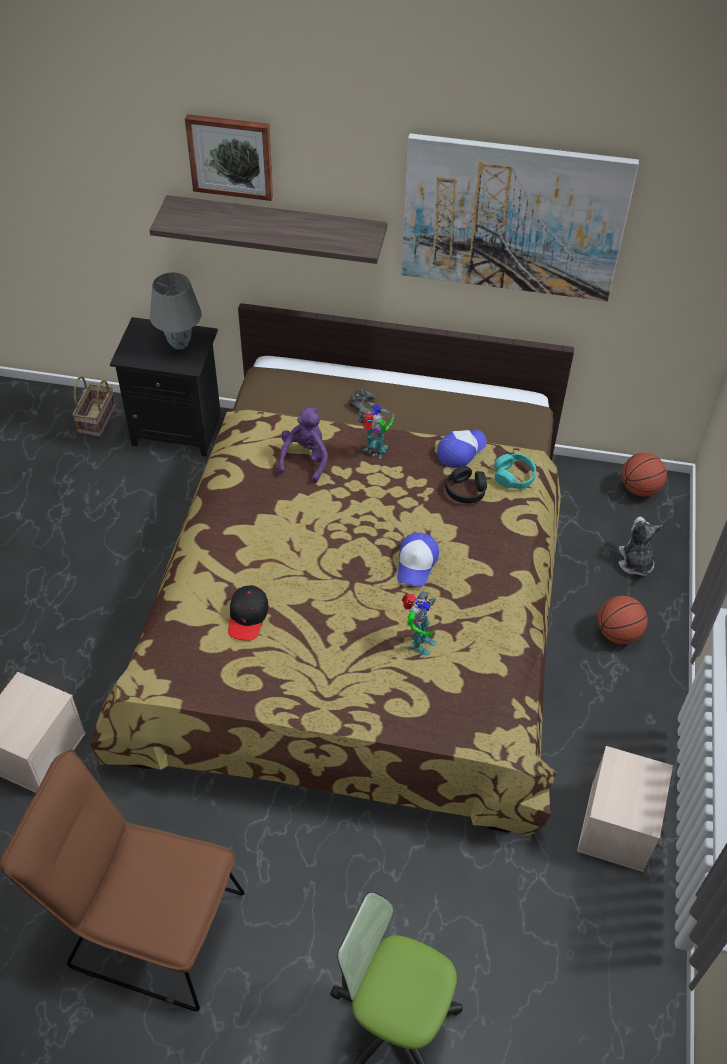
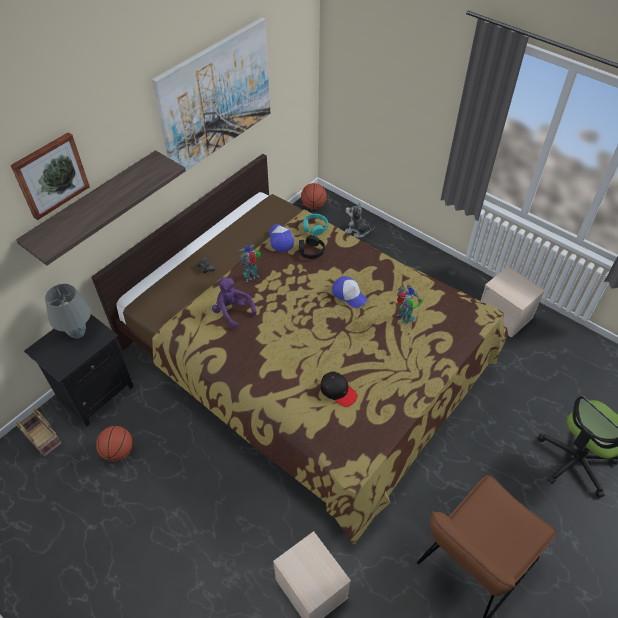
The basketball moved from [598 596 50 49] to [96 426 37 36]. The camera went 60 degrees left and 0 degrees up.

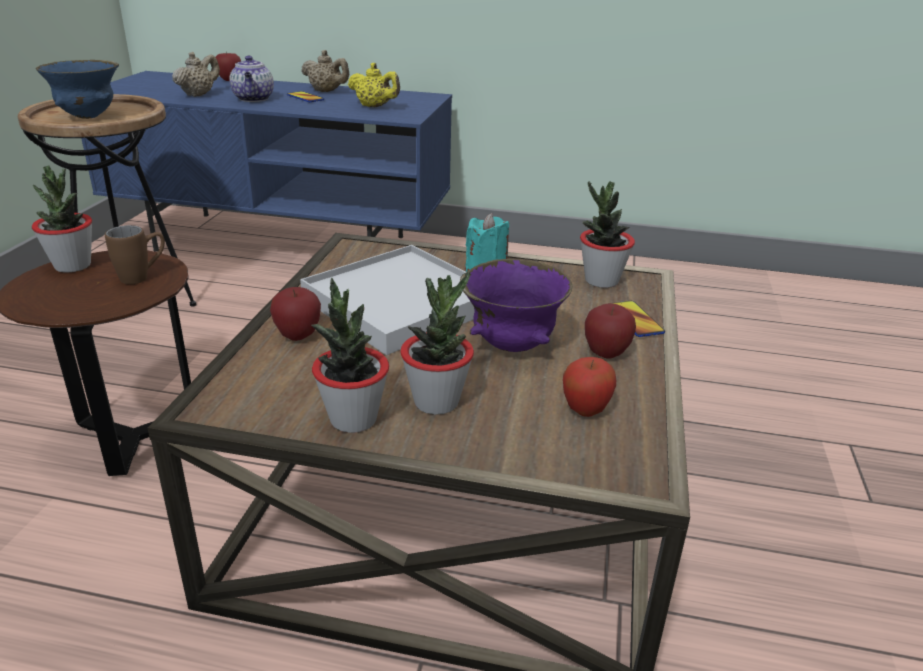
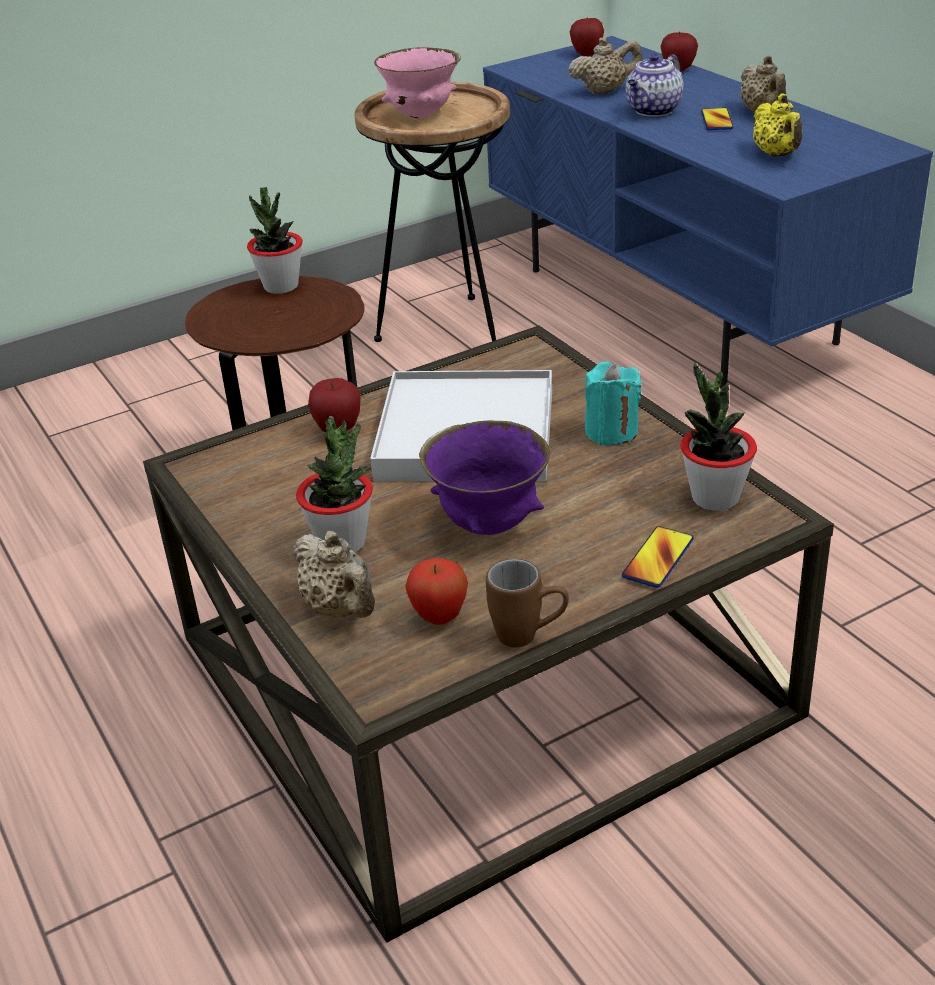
The potted plant at [311 278 78 155] disappeared. The teapot (beige) at [293 531 82 87] appeared. The mug (brown) moved from [105 225 60 59] to [486 559 83 88]. The apple moved from [585 303 51 56] to [570 17 34 39]. The bowl (blue) at [36 60 83 59] became the bowl (pink) at [374 47 87 72]. The camera went 50 degrees right and 5 degrees up.

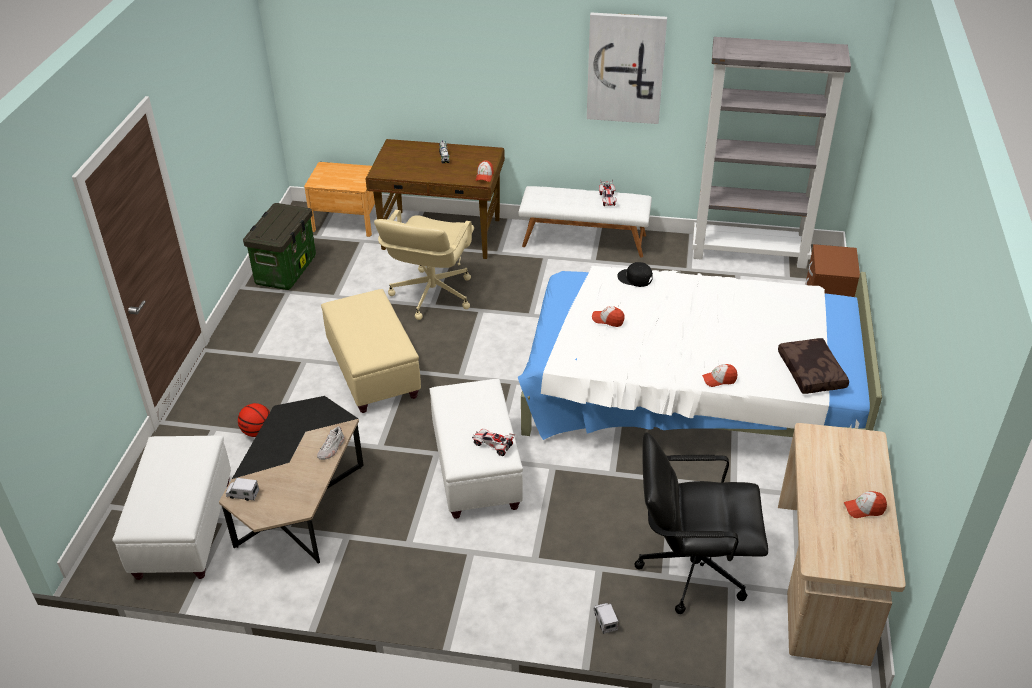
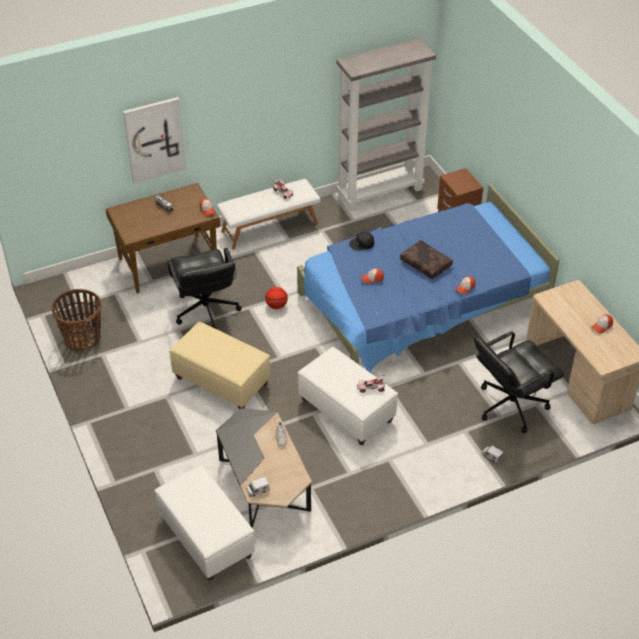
The nightstand (brown) at [304 162 71 75] disappeared. The basketball moved from [238 403 32 34] to [265 287 23 22]. The picture moved from [587 12 80 112] to [123 97 63 87]. The pillow (brown) moved from [778 338 71 56] to [400 240 53 39]. The storage box at [243 203 73 87] was replaced by the basket at [51 289 50 62]. The office chair (beige) at [374 210 100 110] became the office chair (black) at [167 248 75 82]. The bed (white) at [518 266 364 174] became the bed (blue) at [297 184 263 189]. The camera went 35 degrees left and 5 degrees up.

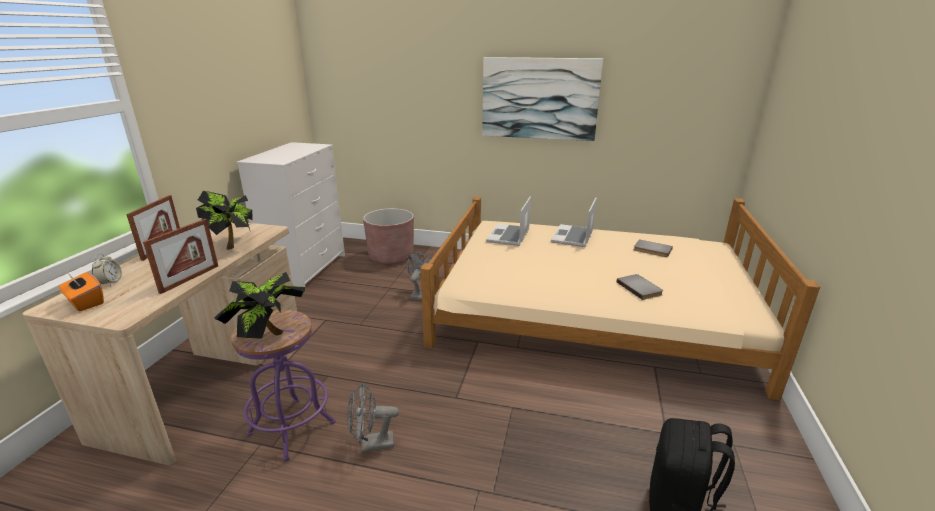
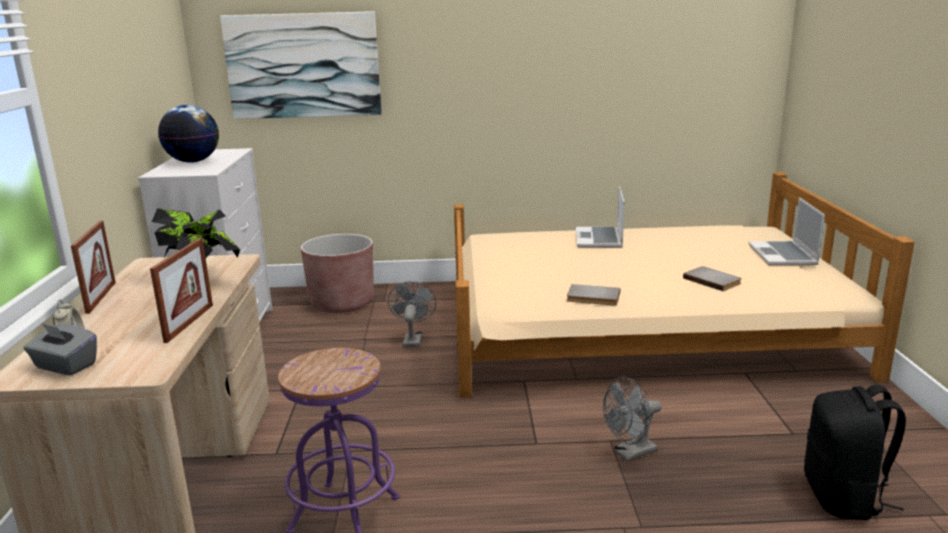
The potted plant at [214 272 92 67] disappeared. The globe at [158 105 61 58] appeared. The fan (grey) moved from [347 383 52 69] to [603 377 59 84]. The picture moved from [482 57 121 84] to [220 11 162 108]. The laptop moved from [486 196 45 50] to [748 198 77 68]. The book (grey) moved from [634 239 39 18] to [567 284 54 22]. The tissue box (orange) at [59 272 45 39] became the tissue box (grey) at [24 323 73 52]. The camera went 15 degrees left and 5 degrees down.

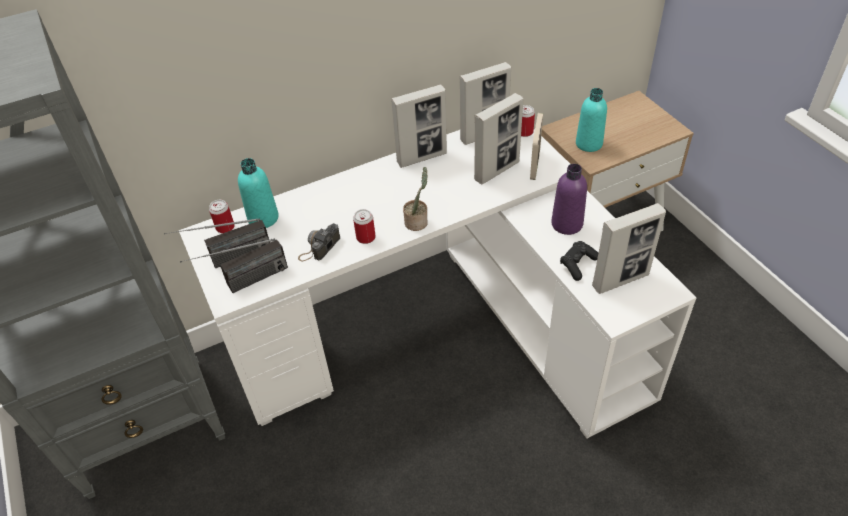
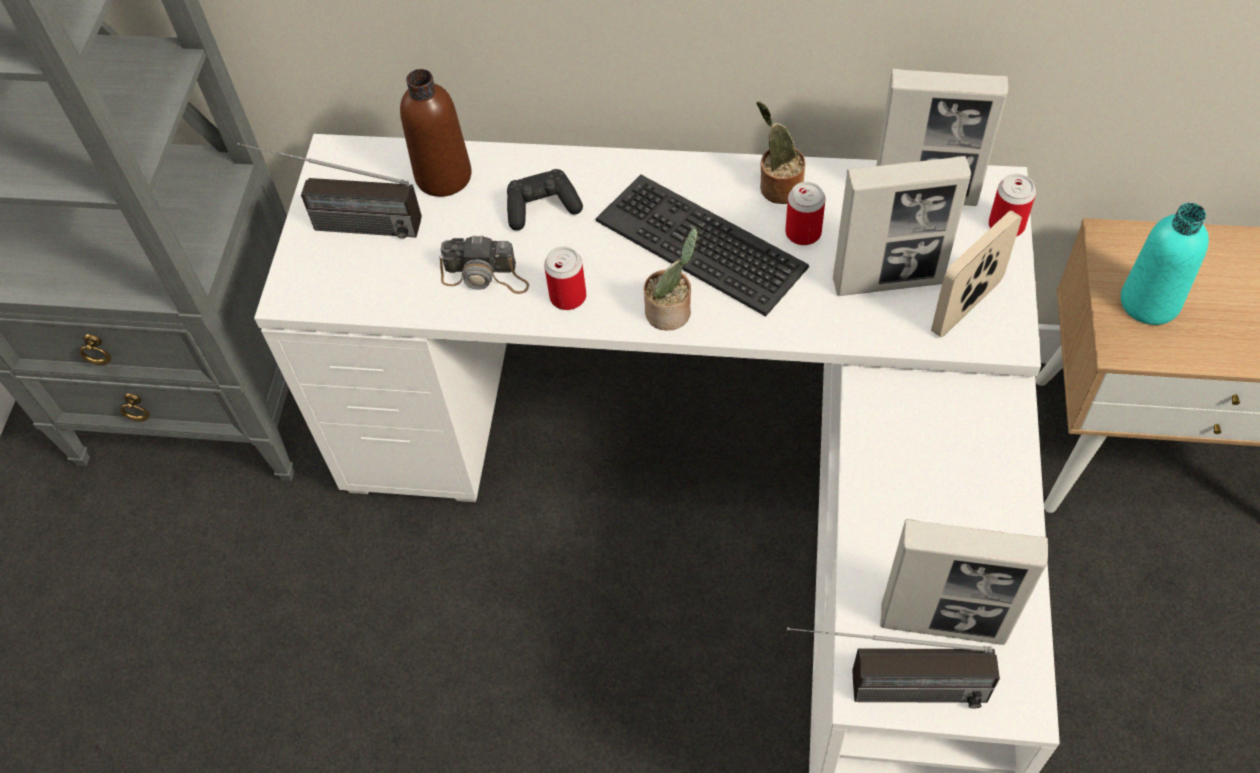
The bottle (purple) at [551 164 36 71] disappeared. The keyboard at [596 174 213 142] appeared. The radio moved from [180 239 108 54] to [787 627 213 81]. The can moved from [209 200 26 33] to [785 182 40 63]. The game controller (black) moved from [560 241 38 40] to [507 169 76 62]. The picture frame at [391 84 56 84] was replaced by the potted plant at [756 101 50 103]. The bottle (turquoise) at [238 158 41 70] became the bottle (brown) at [400 69 72 128]. The photo camera at [298 223 42 38] turned 150 degrees counterclockwise. The camera went 35 degrees right and 10 degrees up.

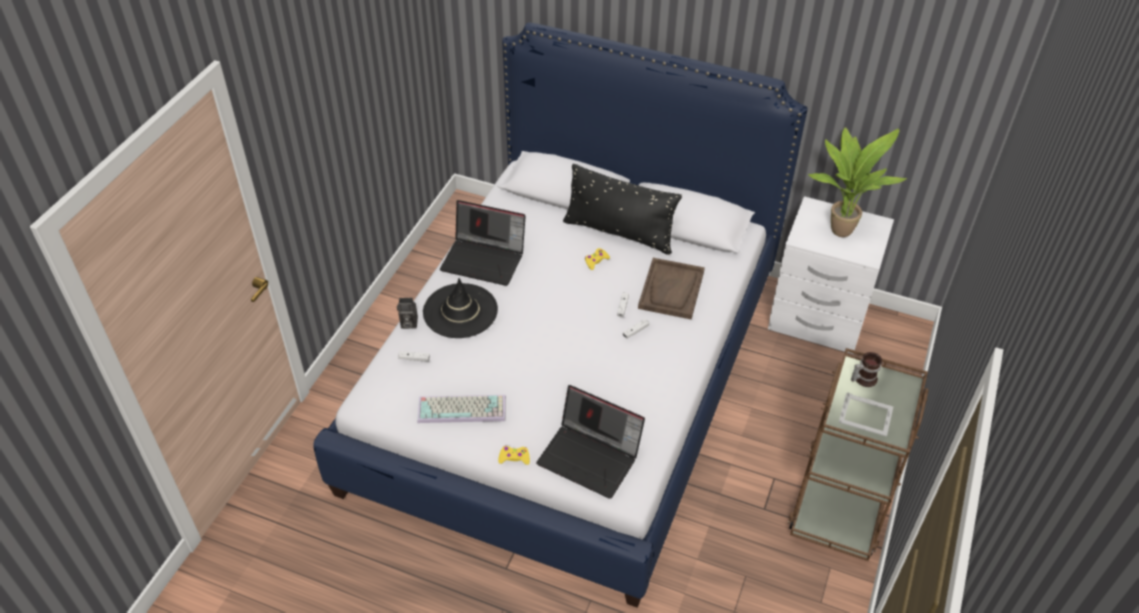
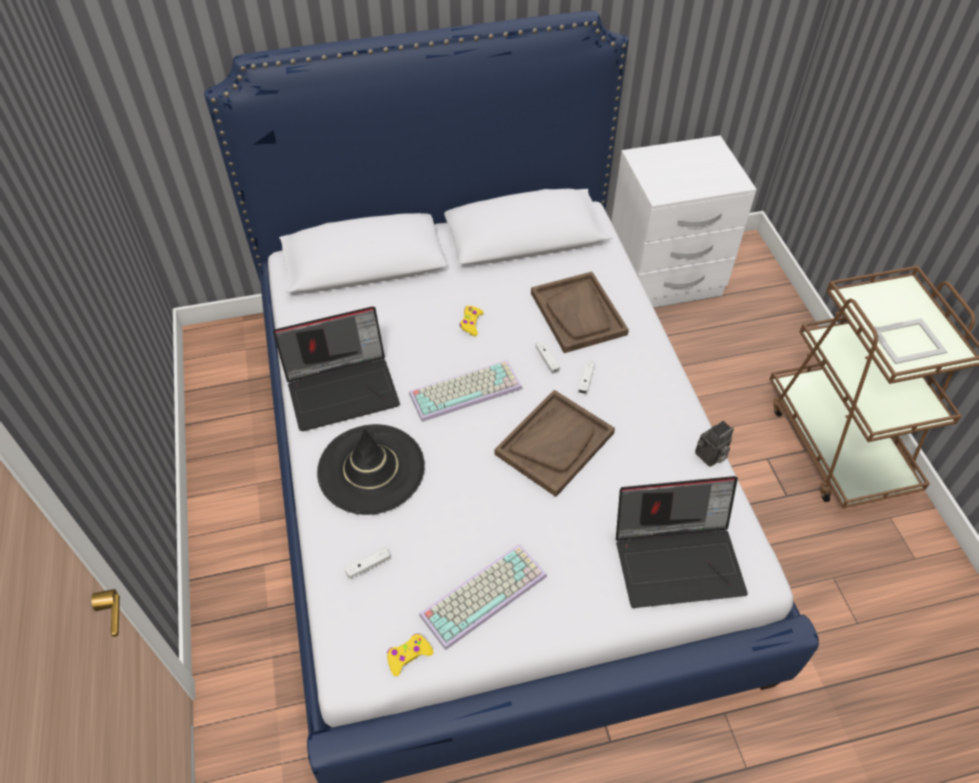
The pillow (black) at [563 164 119 91] disappeared. The potted plant at [808 127 99 110] disappeared. The mug at [851 352 31 35] disappeared. The keyboard at [409 360 113 62] appeared. The tray (brown) at [494 390 121 107] appeared. The photo camera moved from [397 298 21 31] to [695 421 39 46]. The game controller (yellow) moved from [498 446 32 19] to [387 633 47 43]. The camera went 35 degrees left and 5 degrees up.

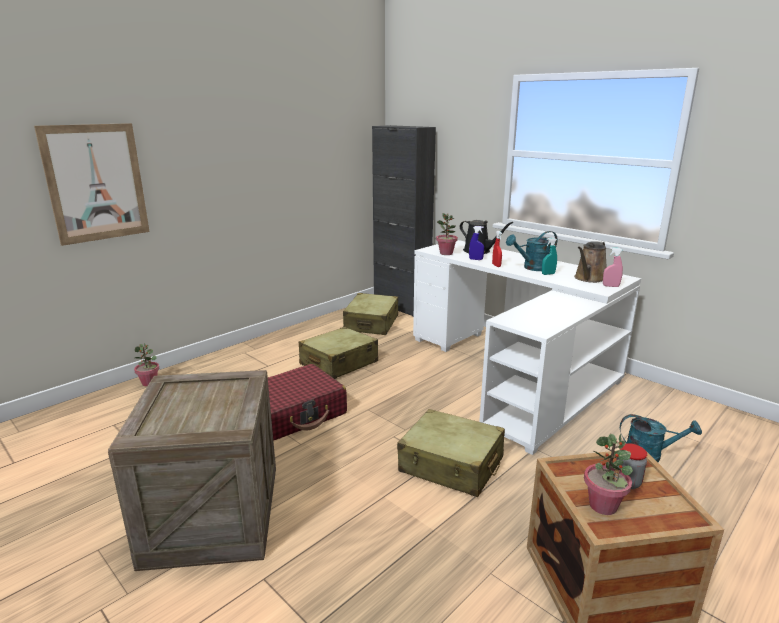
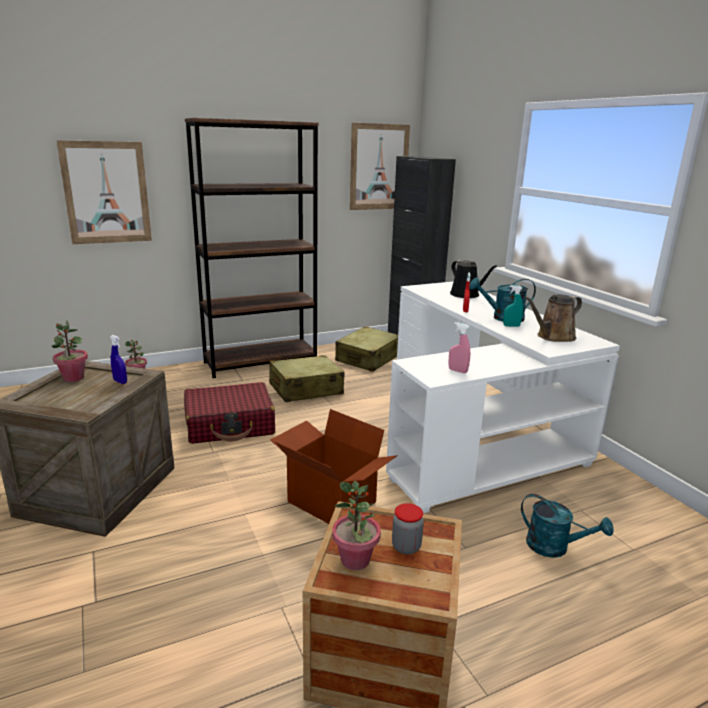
The bookcase (brown) at [185 118 133 260] appeared. The picture at [350 123 60 87] appeared. The potted plant moved from [436 213 22 42] to [52 320 36 62]. The spray bottle (blue) moved from [469 226 15 34] to [110 335 17 49]. The spray bottle (pink) moved from [603 247 20 40] to [449 322 21 51]. The suitcase (beige) at [397 409 108 88] was replaced by the cardboard box at [270 409 128 115]. The camera went 20 degrees right and 0 degrees up.

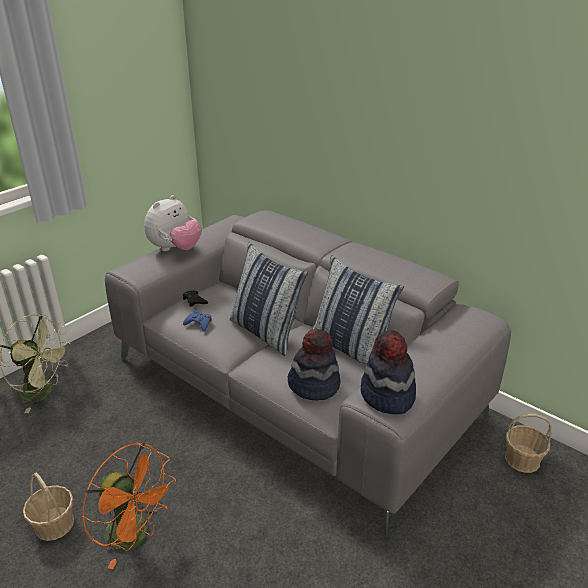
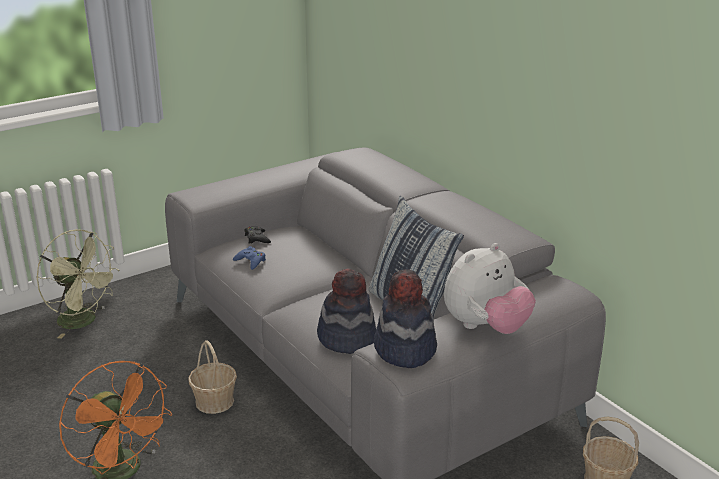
The pillow at [230 242 78 114] disappeared. The basket moved from [23 473 51 68] to [188 340 49 74]. The plush toy moved from [144 195 58 56] to [444 243 92 91]. The camera went 15 degrees right and 5 degrees down.

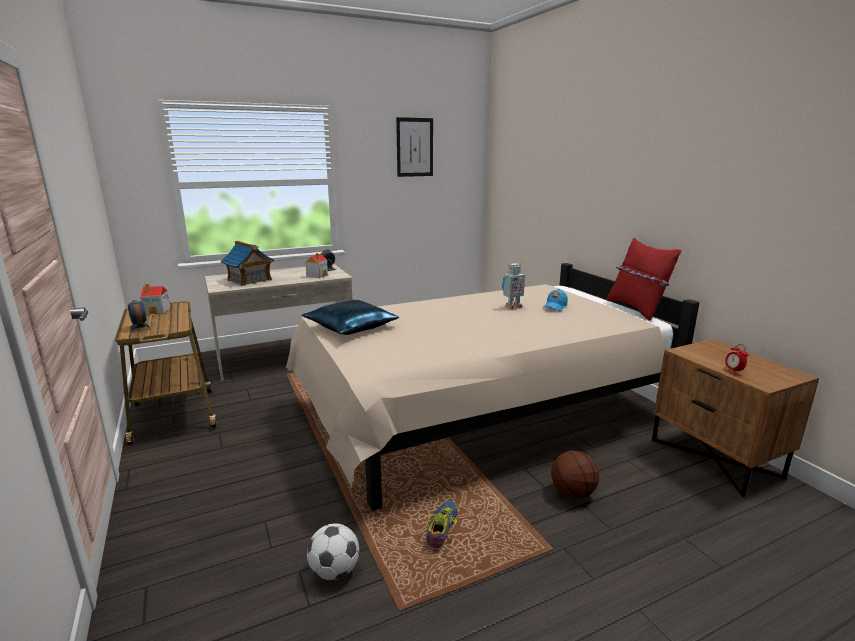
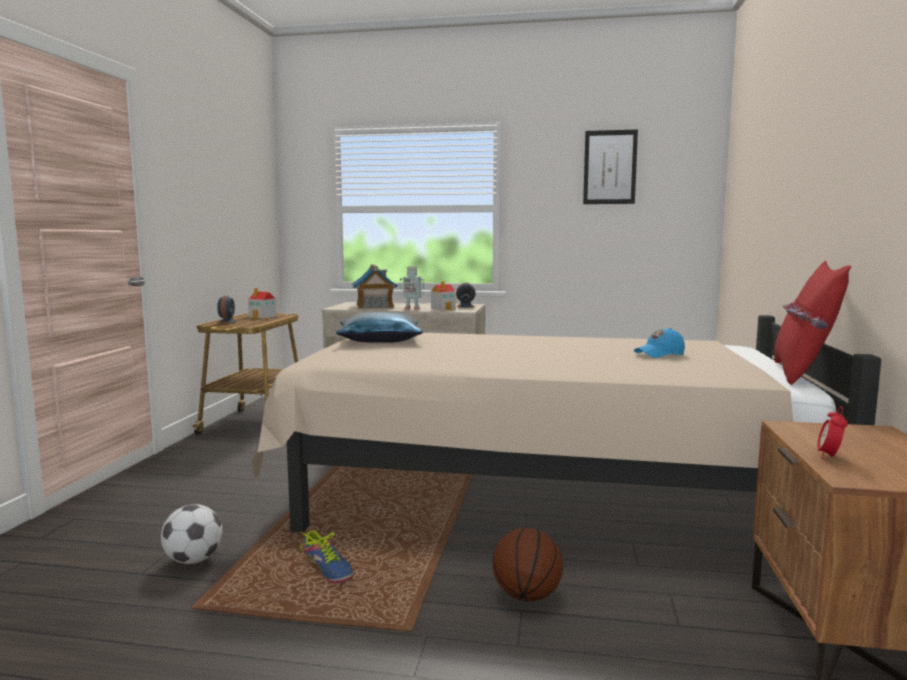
The toy robot moved from [502 263 23 46] to [400 267 24 43]. The shoe at [425 501 33 50] turned 90 degrees clockwise. The camera went 35 degrees right and 10 degrees down.

